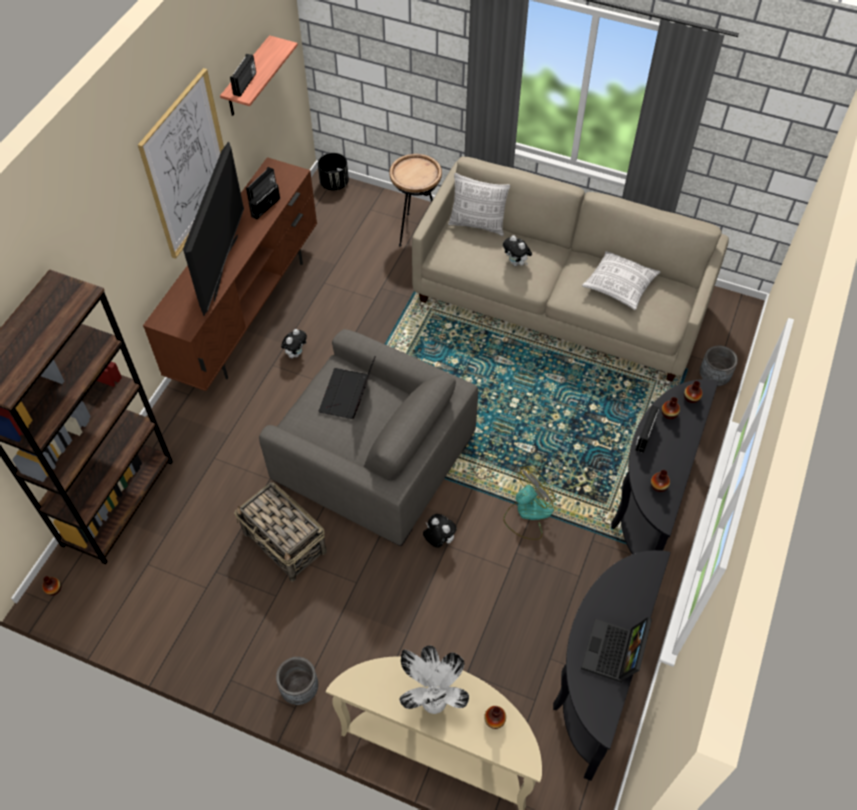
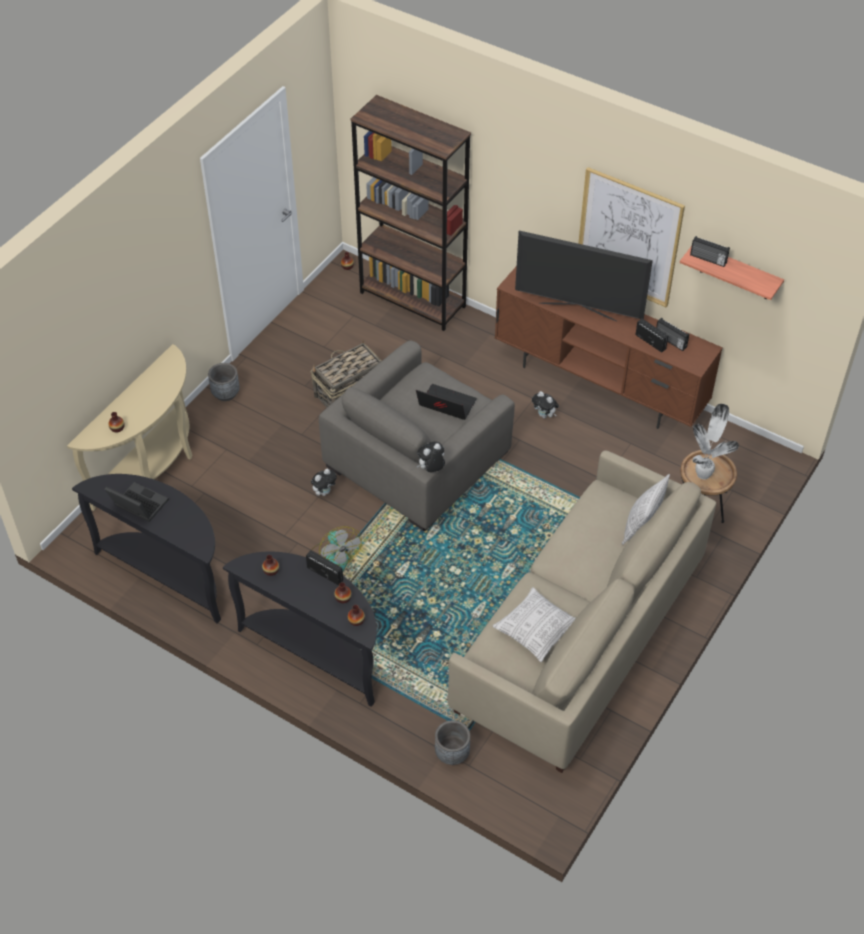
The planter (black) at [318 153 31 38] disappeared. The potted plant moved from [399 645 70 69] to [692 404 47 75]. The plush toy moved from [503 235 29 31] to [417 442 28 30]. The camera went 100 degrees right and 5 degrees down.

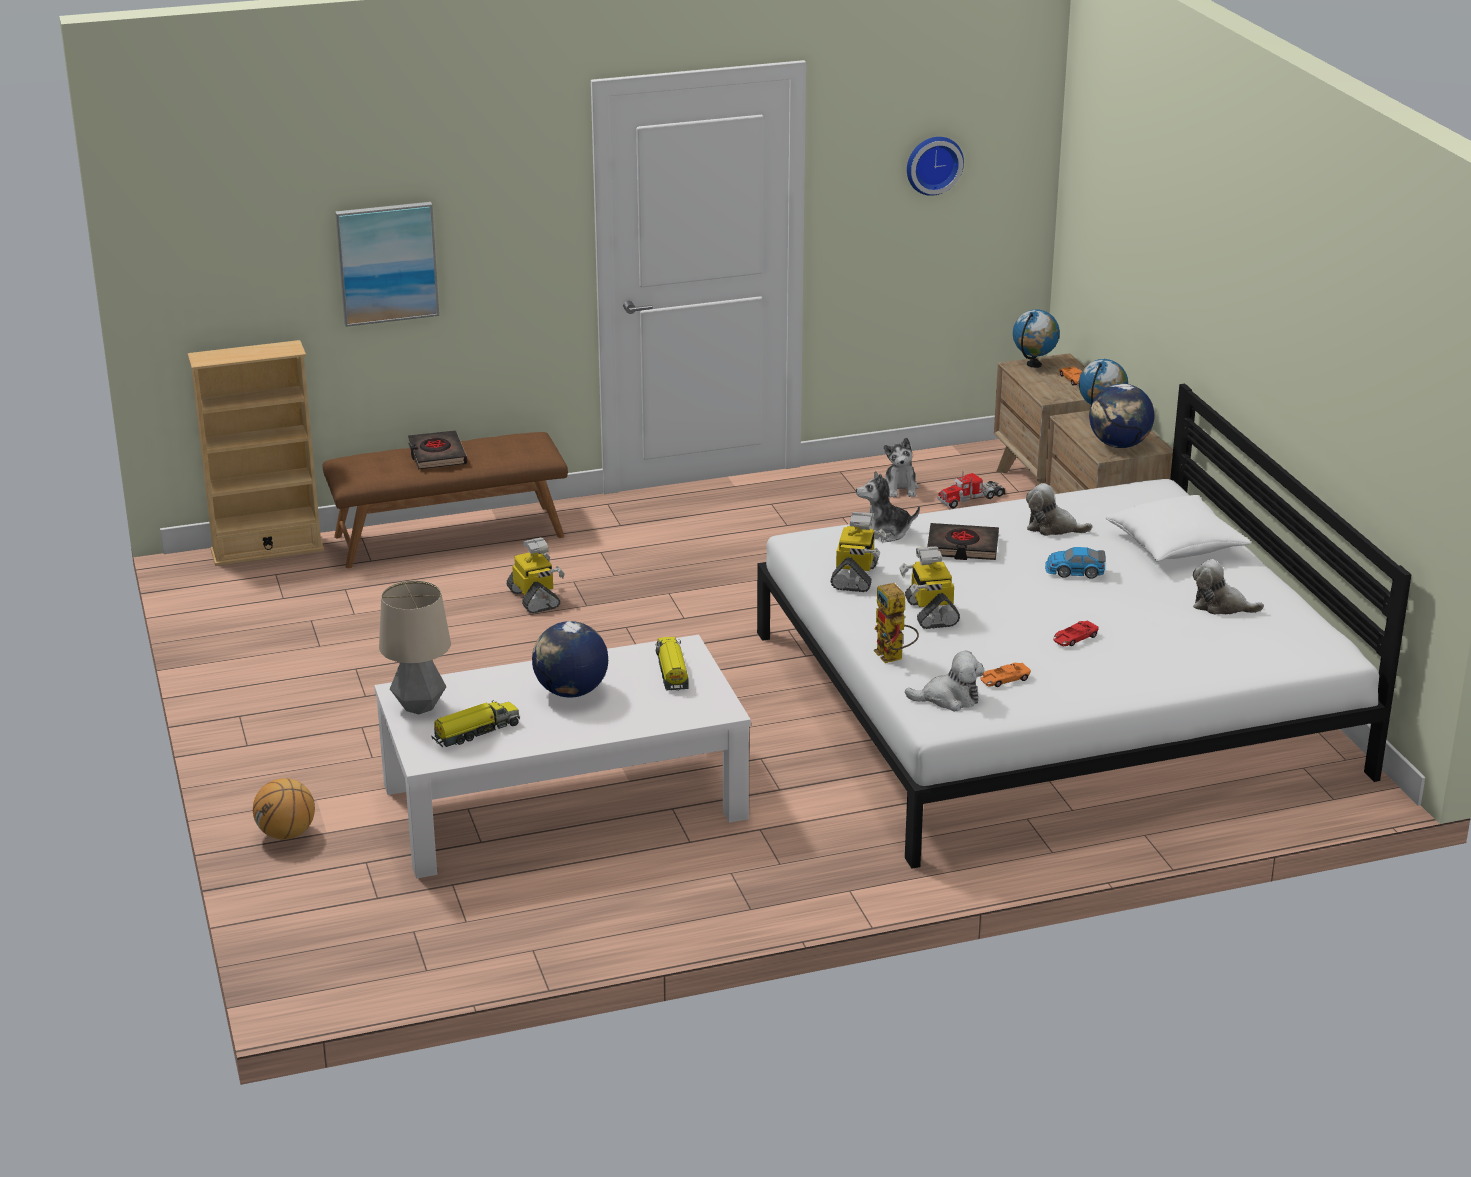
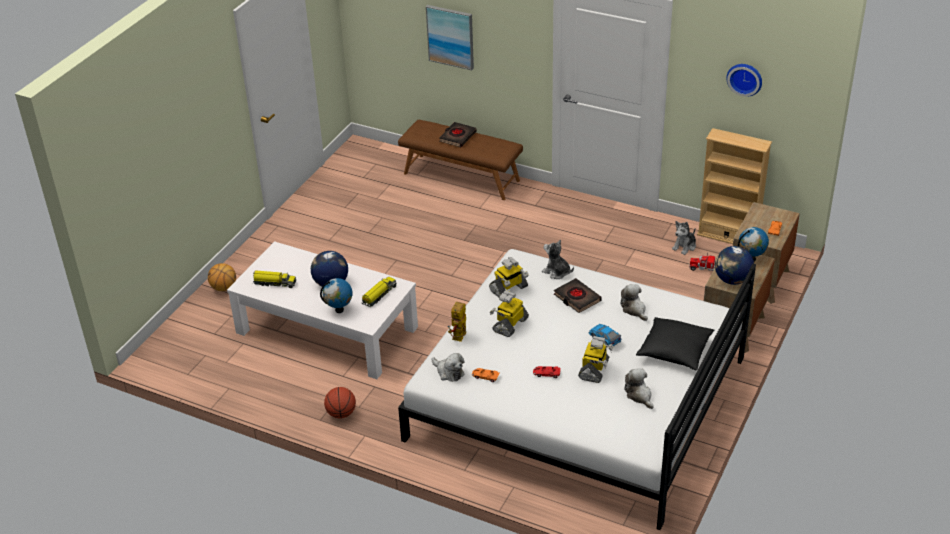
The table lamp at [379 581 72 133] disappeared. The basketball at [324 387 32 32] appeared. The bookcase (beige) moved from [188 340 136 226] to [697 128 75 116]. The toy robot moved from [506 538 59 75] to [578 336 36 47]. The globe moved from [1013 309 47 59] to [320 278 32 35]. The pillow (white) at [1105 495 146 67] became the pillow (black) at [636 317 78 53]. The camera went 45 degrees right and 10 degrees up.

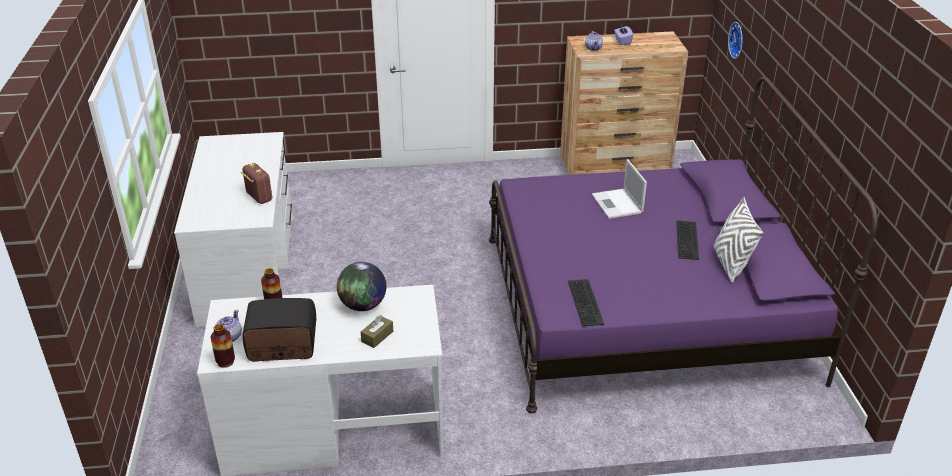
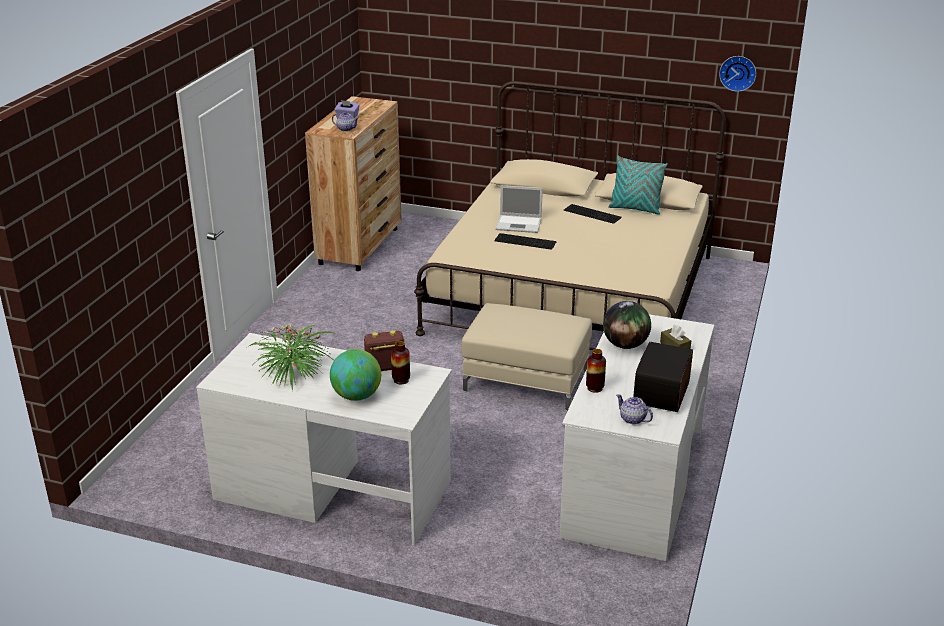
The potted plant at [248 324 85 68] appeared. The globe at [330 349 51 52] appeared. The ottoman (beige) at [461 303 131 108] appeared. The vase moved from [211 324 24 44] to [391 341 19 43]. The keyboard moved from [568 279 36 47] to [494 233 63 17]. The wall clock moved from [728 22 15 37] to [719 56 37 36]. The bed (purple) at [489 76 389 337] became the bed (beige) at [414 81 312 269]. The pillow (white) at [713 197 50 86] became the pillow (turquoise) at [608 156 60 59]. The camera went 65 degrees left and 5 degrees down.

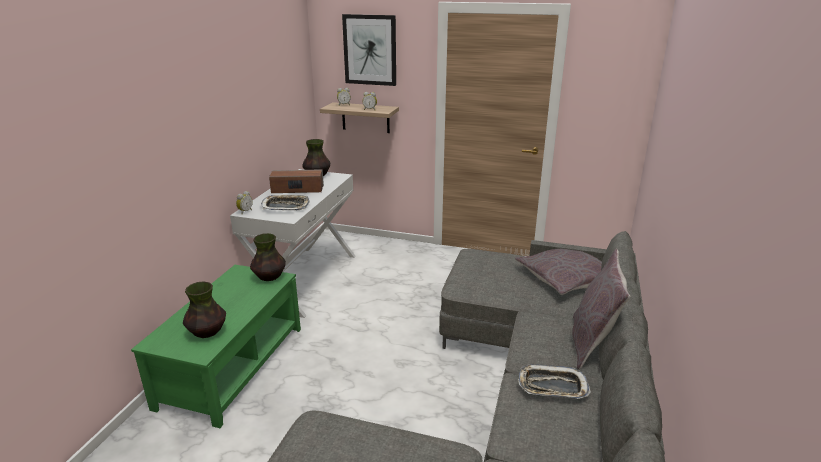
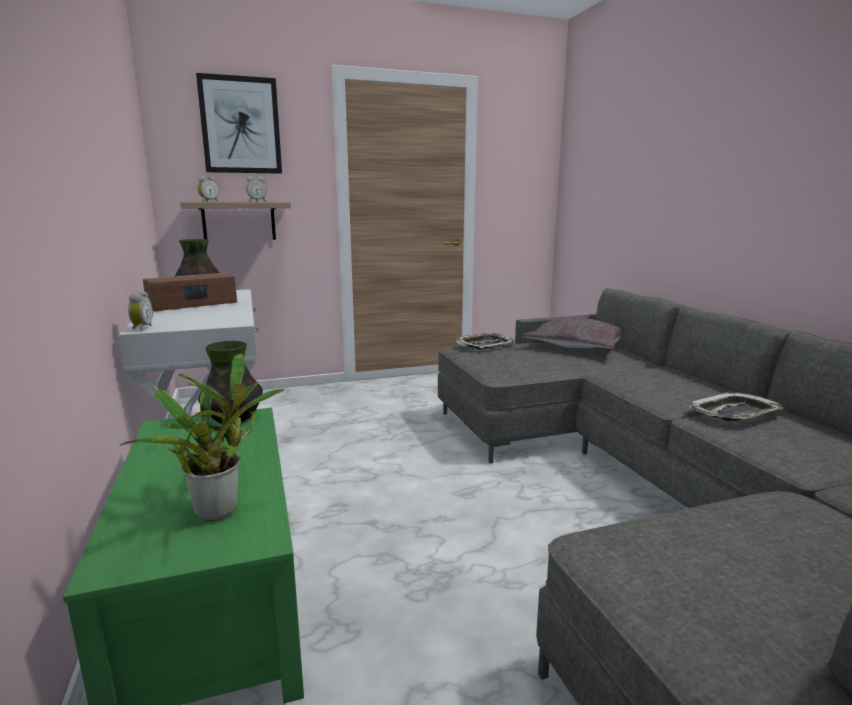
The pillow (grey) at [572 249 58 121] disappeared. The tray moved from [261 195 49 15] to [456 332 59 18]. The vase at [183 281 43 57] was replaced by the potted plant at [119 353 166 168]. The camera went 35 degrees left and 10 degrees down.

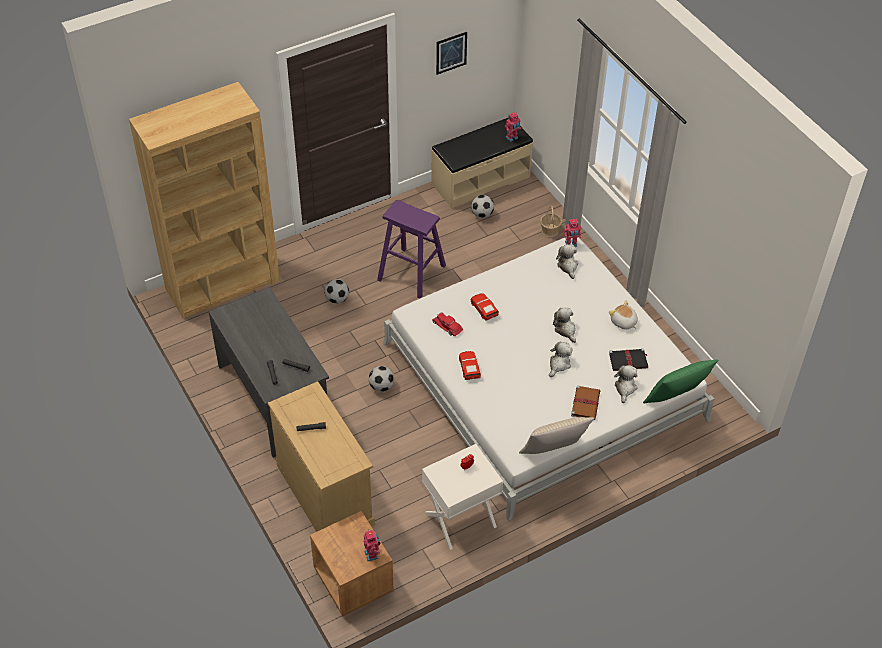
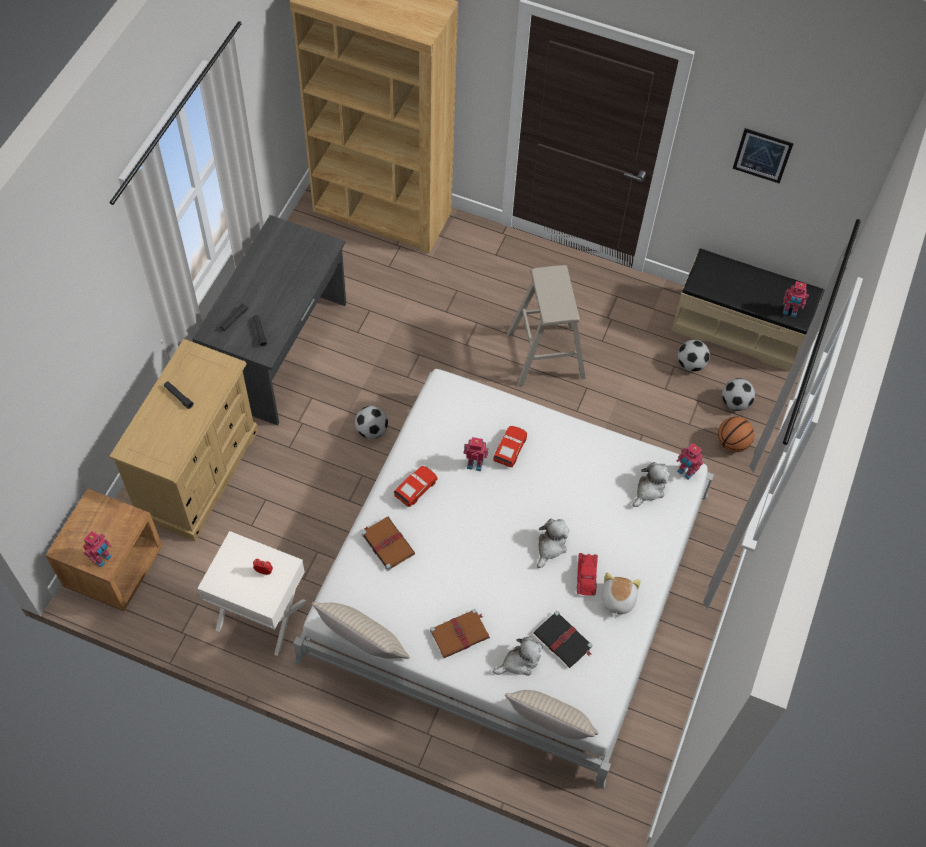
The plush toy at [549 342 23 35] disappeared. The book (brown) at [362 517 53 54] appeared. The toy robot at [464 437 24 34] appeared. The football moved from [324 279 25 25] to [722 378 33 33]. The toy car (red) moved from [432 312 31 24] to [577 553 21 43]. The basket at [540 206 22 31] was replaced by the basketball at [718 416 36 36]. The stool (purple) at [377 200 69 98] became the stool (beige) at [507 265 79 122]. The pillow (green) at [643 359 75 44] became the pillow (beige) at [505 690 94 50]. The camera went 50 degrees right and 10 degrees up.

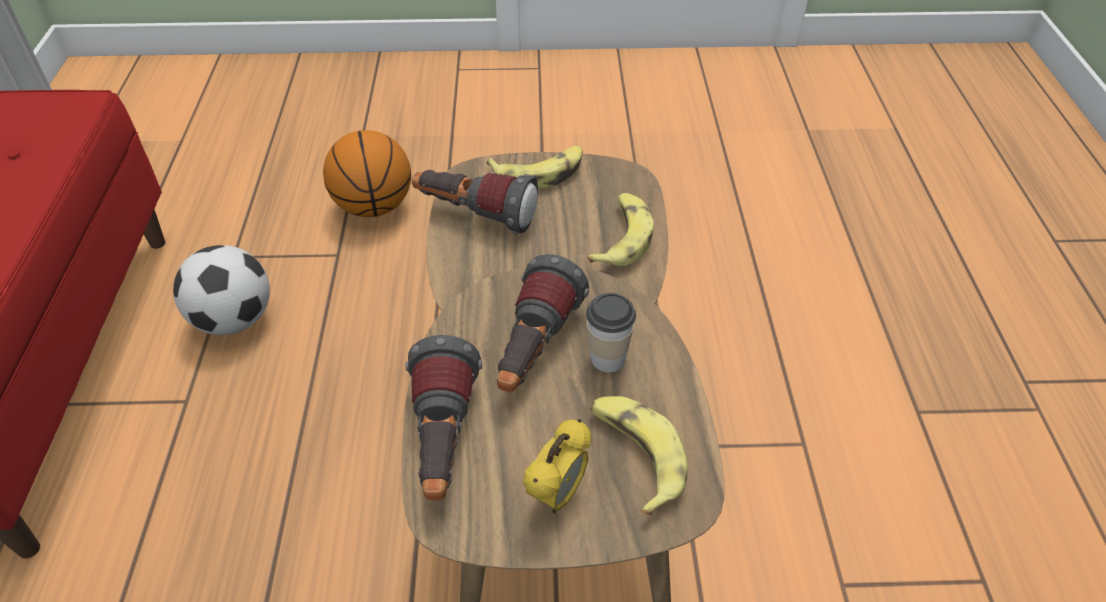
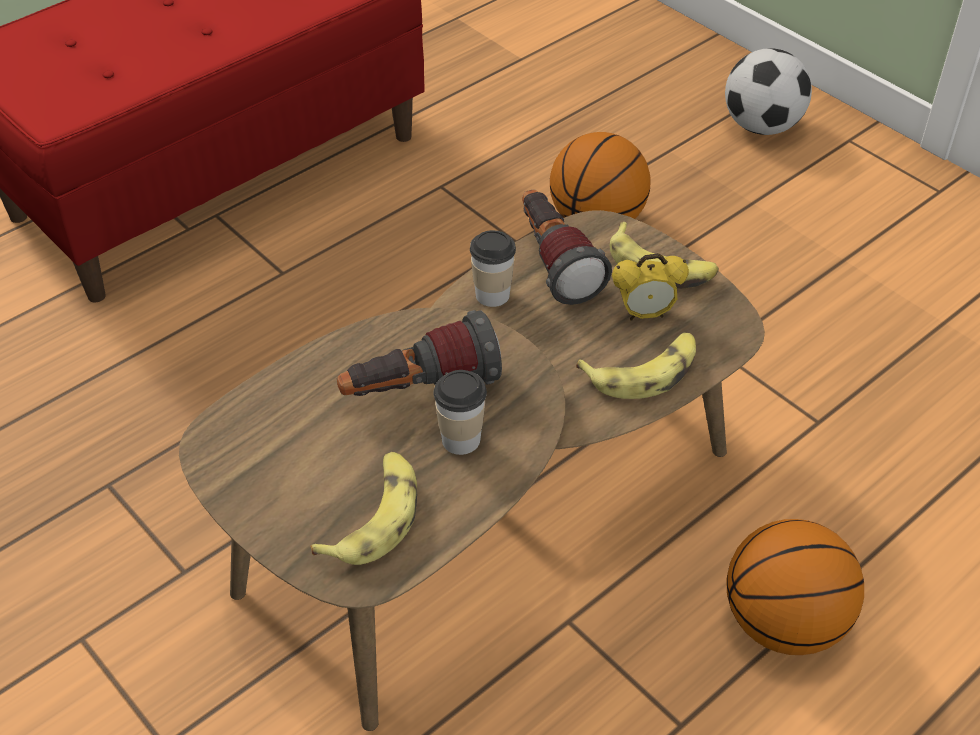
The flashlight at [405 335 77 166] disappeared. The cup at [470 230 46 77] appeared. The basketball at [727 519 137 136] appeared. The football moved from [173 245 97 90] to [725 48 87 87]. The alarm clock moved from [523 419 69 95] to [612 253 77 68]. The camera went 50 degrees right and 0 degrees up.

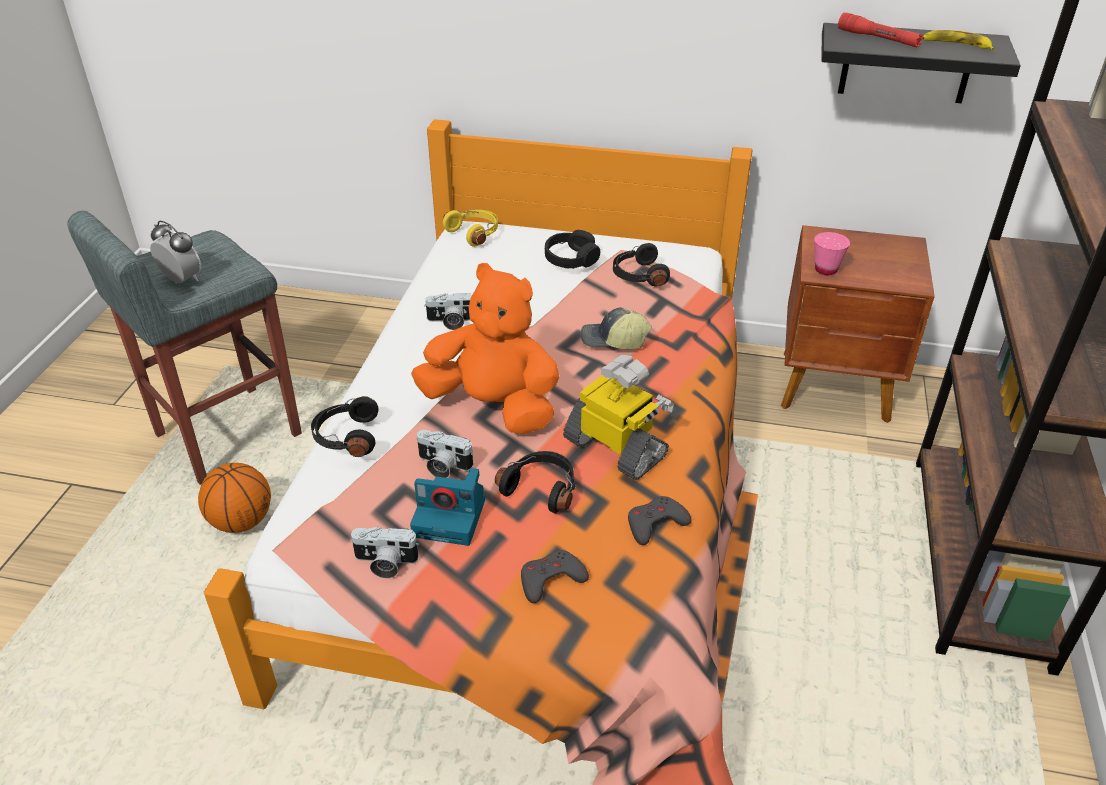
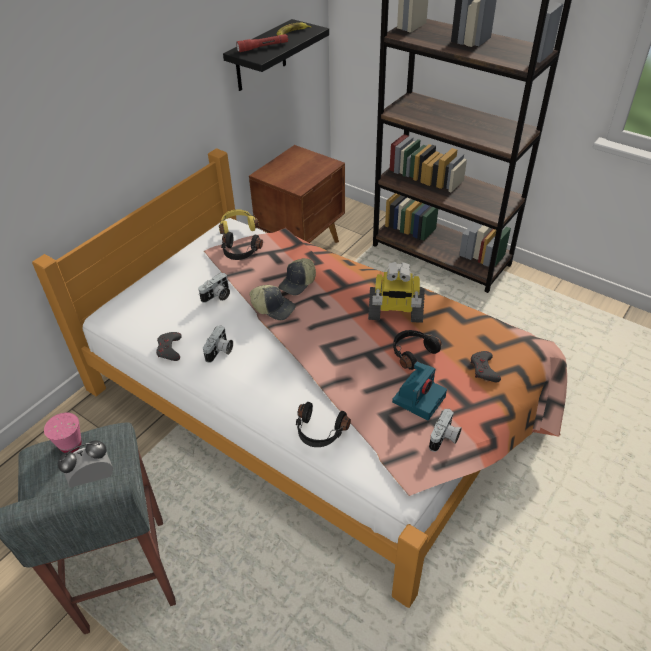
The basketball at [198 463 73 70] disappeared. The plush toy (orange) at [411 263 148 171] disappeared. The headphones (black) at [545 230 55 39] disappeared. The cap at [250 285 46 35] appeared. The photo camera moved from [416 430 58 48] to [198 272 32 31]. The headphones (yellow) moved from [443 210 55 37] to [219 209 40 25]. The game controller (grey) moved from [628 496 64 49] to [156 332 26 29]. The cup (pink) moved from [814 232 36 43] to [44 413 38 40]. The toy robot at [563 355 111 125] turned 150 degrees counterclockwise. The camera went 65 degrees left and 5 degrees up.

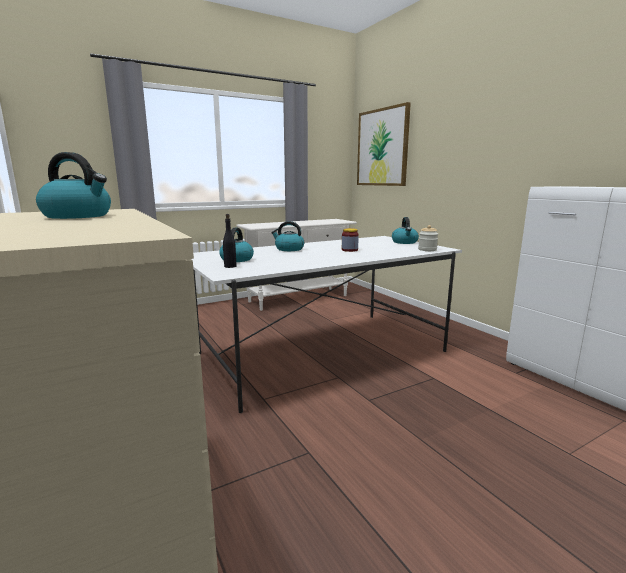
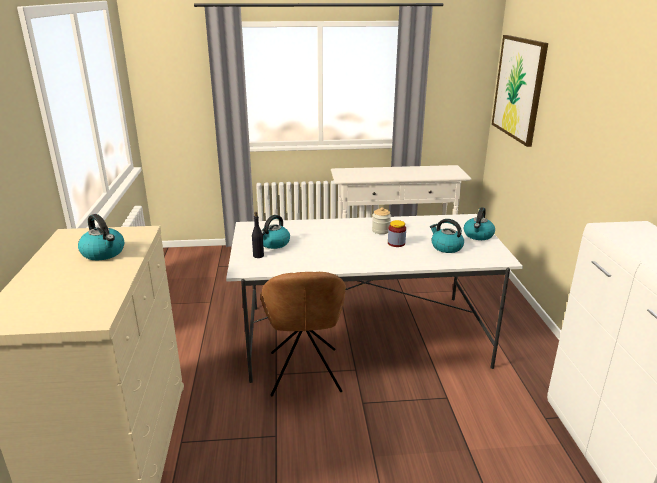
The chair (brown) at [260 272 86 124] appeared. The kettle moved from [271 221 33 30] to [430 219 34 34]. The jar moved from [418 225 20 26] to [372 207 19 27]. The camera went 25 degrees right and 10 degrees up.

